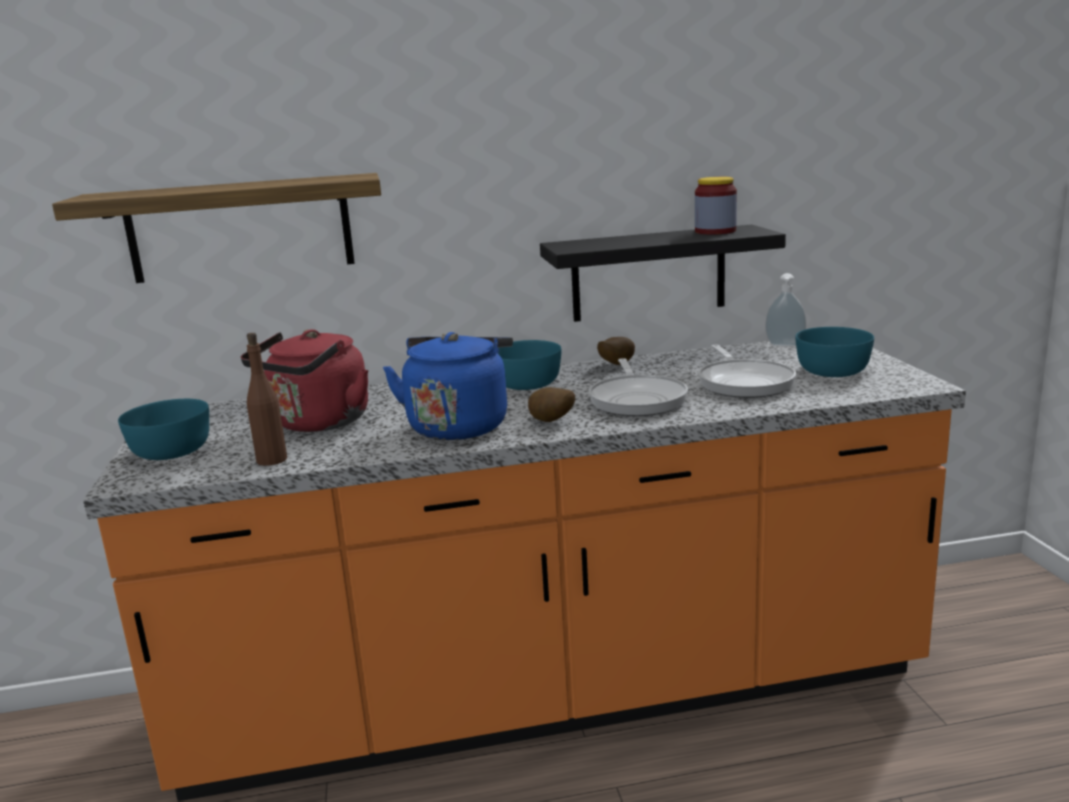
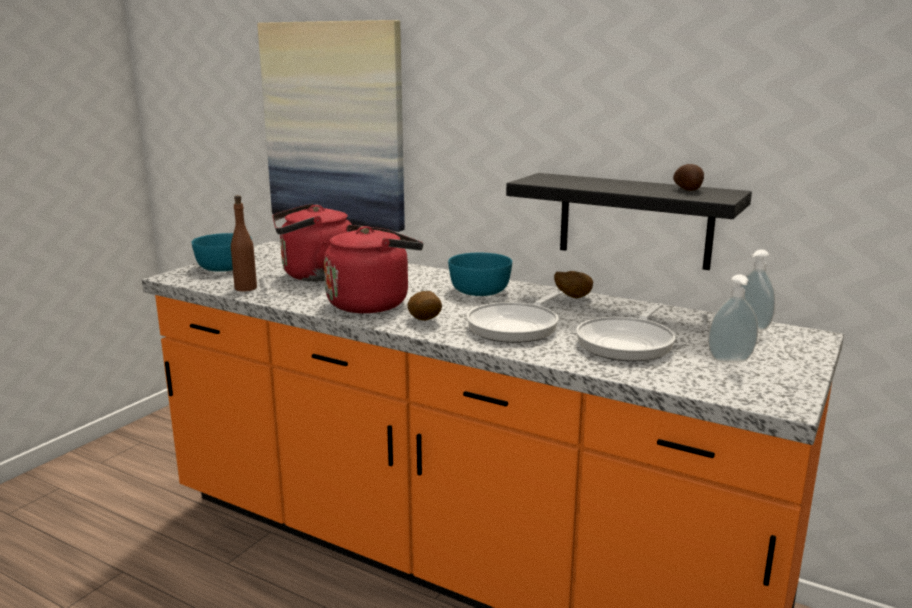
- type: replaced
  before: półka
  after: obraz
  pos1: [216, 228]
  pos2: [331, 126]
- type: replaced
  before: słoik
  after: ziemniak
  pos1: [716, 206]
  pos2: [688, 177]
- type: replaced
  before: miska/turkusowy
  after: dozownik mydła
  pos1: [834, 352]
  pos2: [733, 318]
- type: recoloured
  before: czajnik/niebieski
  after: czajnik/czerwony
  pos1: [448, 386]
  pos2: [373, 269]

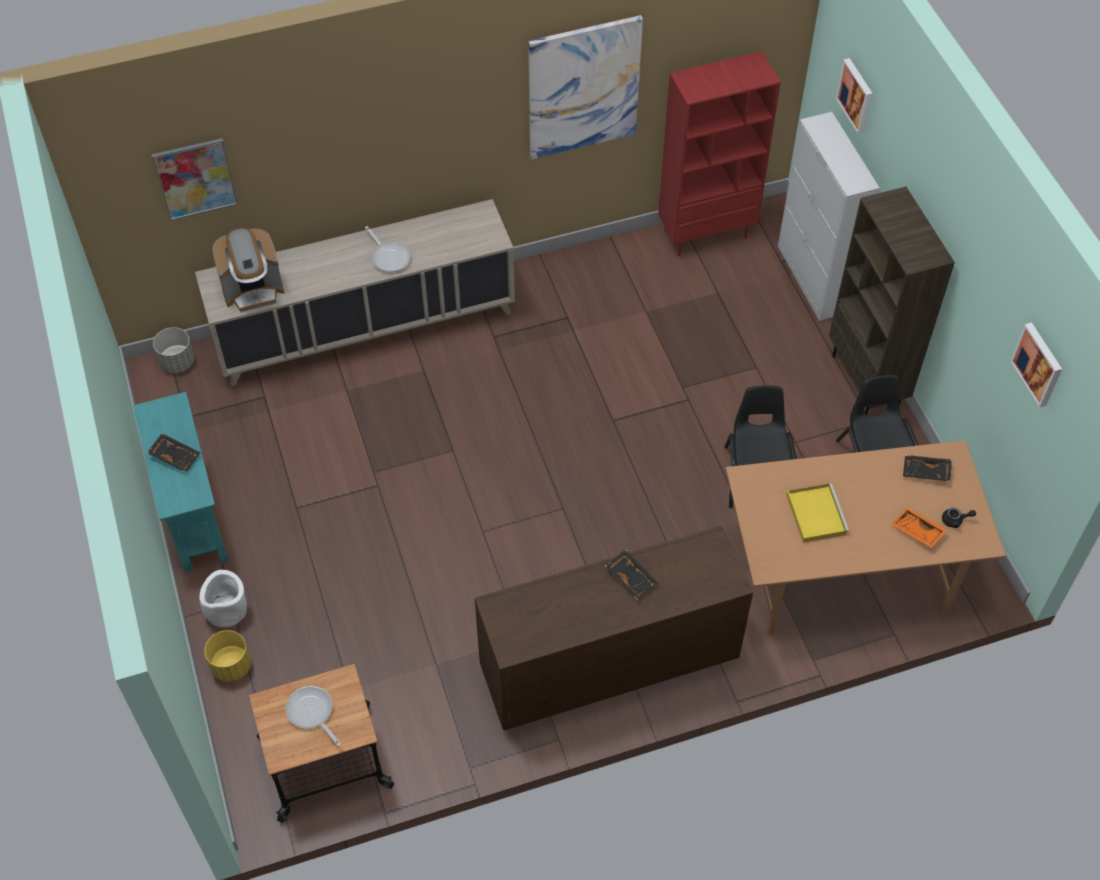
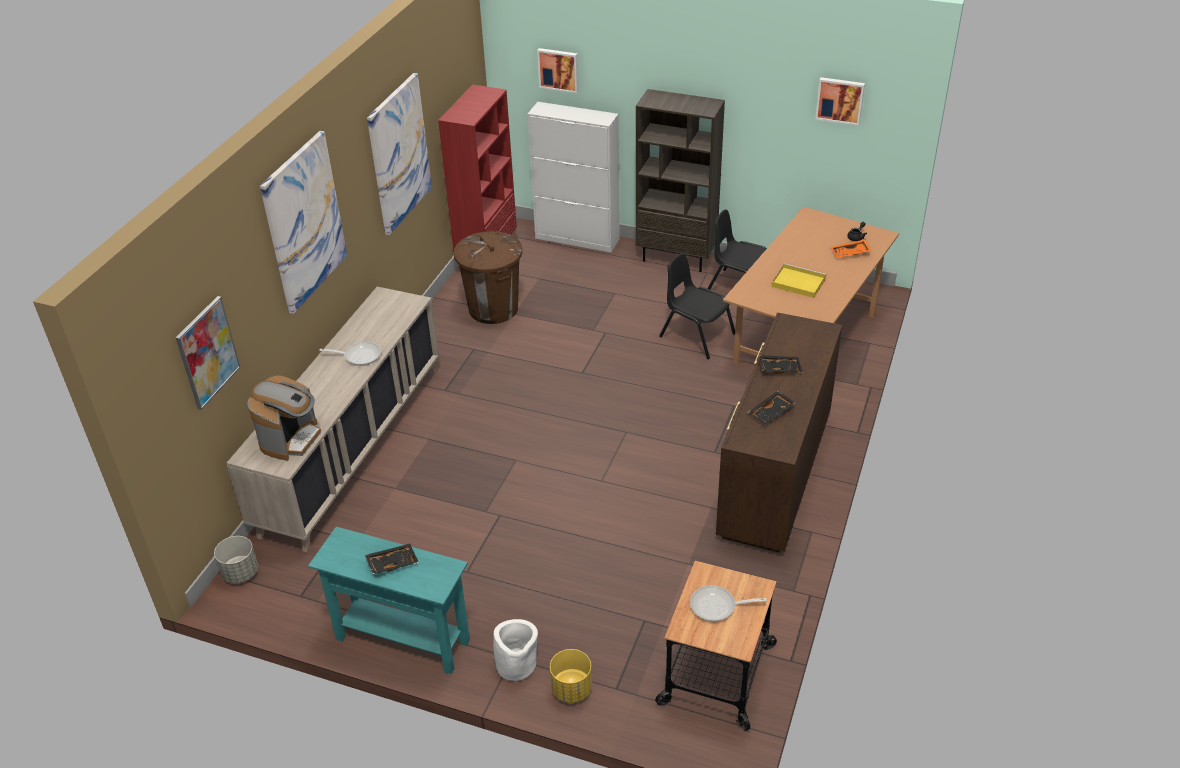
- type: moved
  before: taca/czarny
  pos1: [927, 468]
  pos2: [771, 408]
- type: added
  after: obraz
  pos2: [303, 222]
- type: added
  after: kosz na śmieci/brązowy
  pos2: [488, 277]

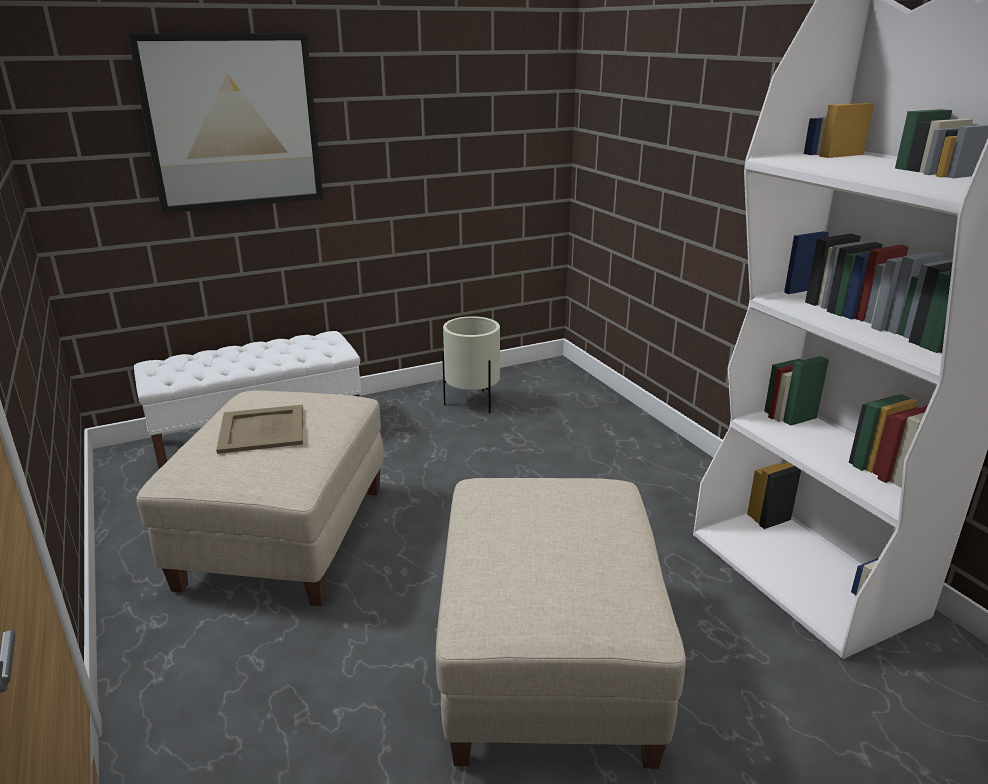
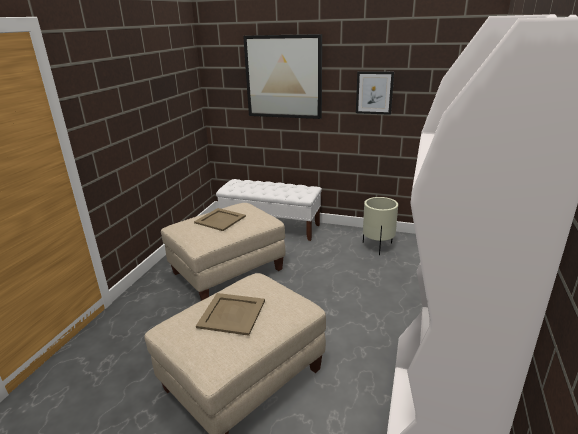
- type: added
  after: obraz
  pos2: [375, 93]
- type: added
  after: taca/beżowy
  pos2: [230, 314]

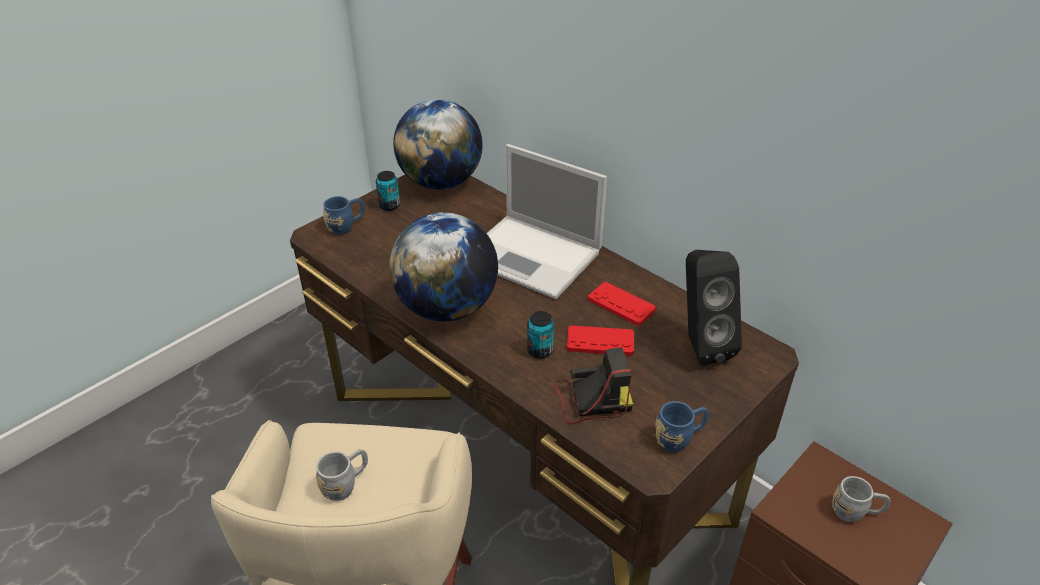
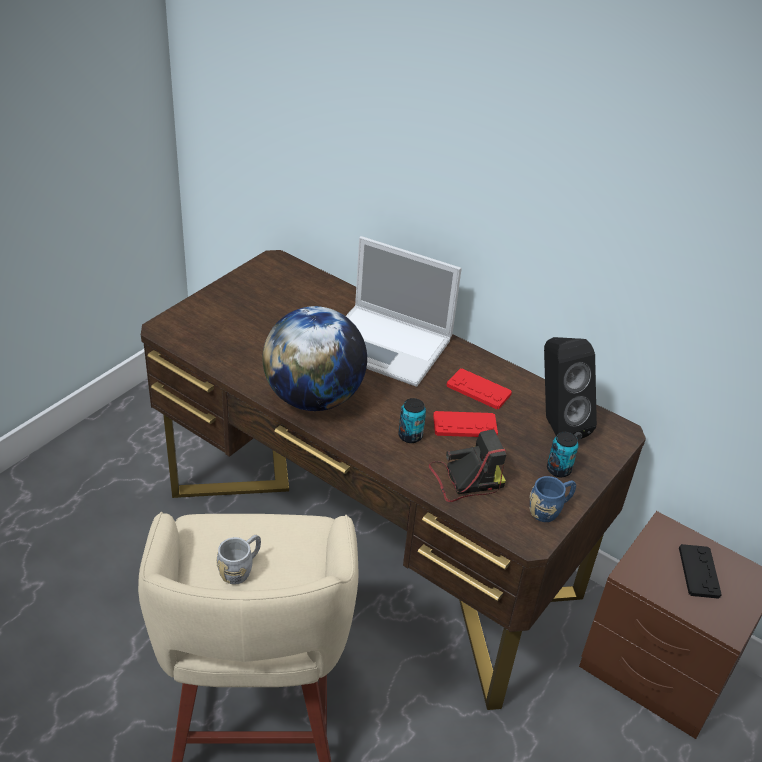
- type: removed
  before: globus
  pos1: [438, 144]
- type: moved
  before: puszka
  pos1: [388, 191]
  pos2: [563, 454]
- type: removed
  before: kubek/niebieski
  pos1: [344, 215]
- type: replaced
  before: kubek/szary
  after: pad do gier/czarny
  pos1: [861, 499]
  pos2: [700, 571]

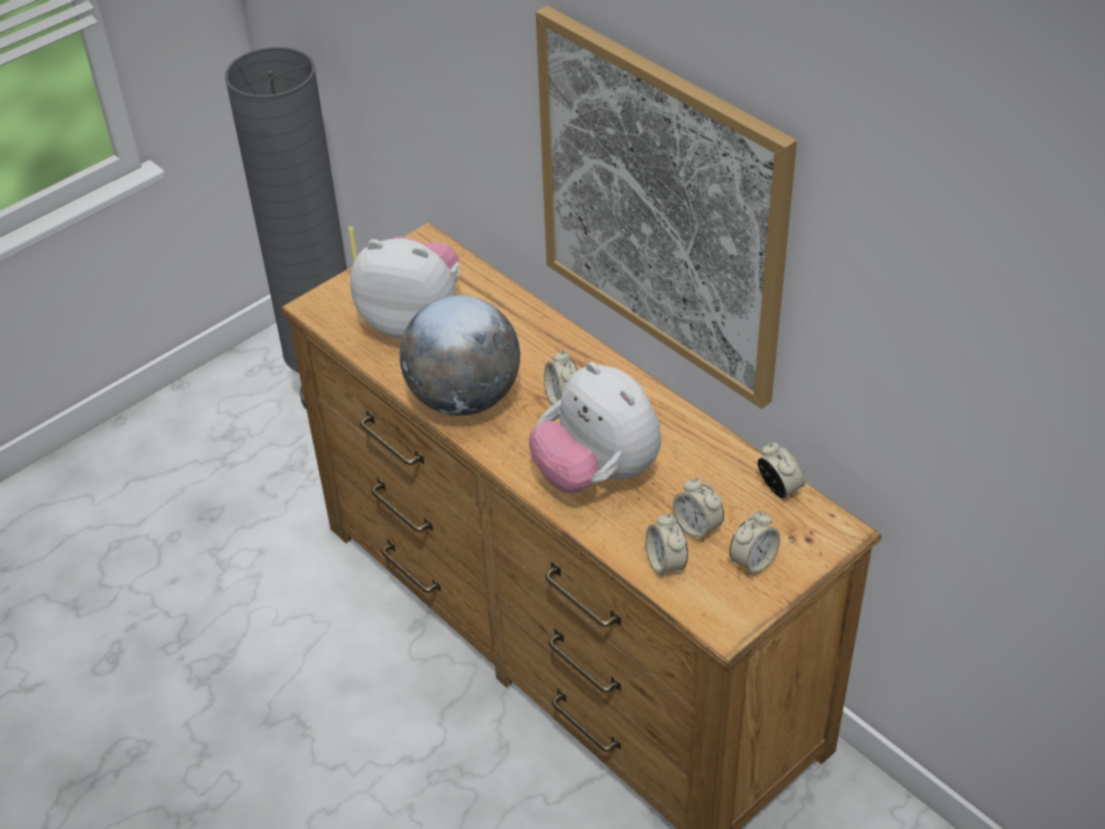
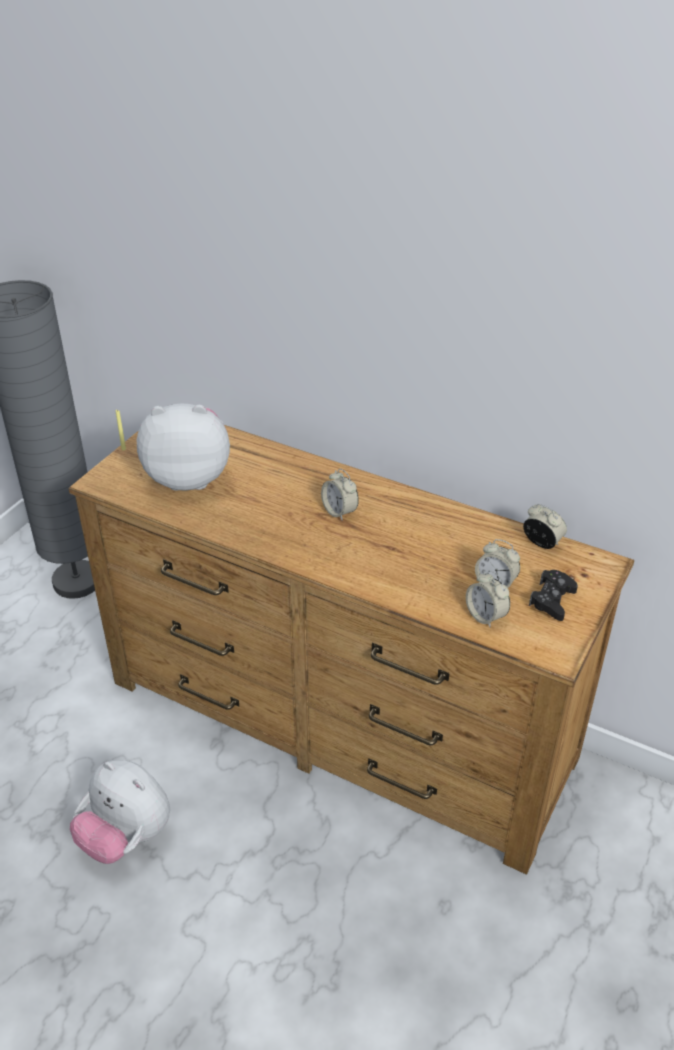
- type: removed
  before: obraz
  pos1: [666, 207]
- type: removed
  before: globus
  pos1: [460, 355]
- type: moved
  before: pluszak
  pos1: [595, 427]
  pos2: [120, 812]
- type: replaced
  before: budzik
  after: pad do gier/czarny
  pos1: [755, 544]
  pos2: [553, 595]

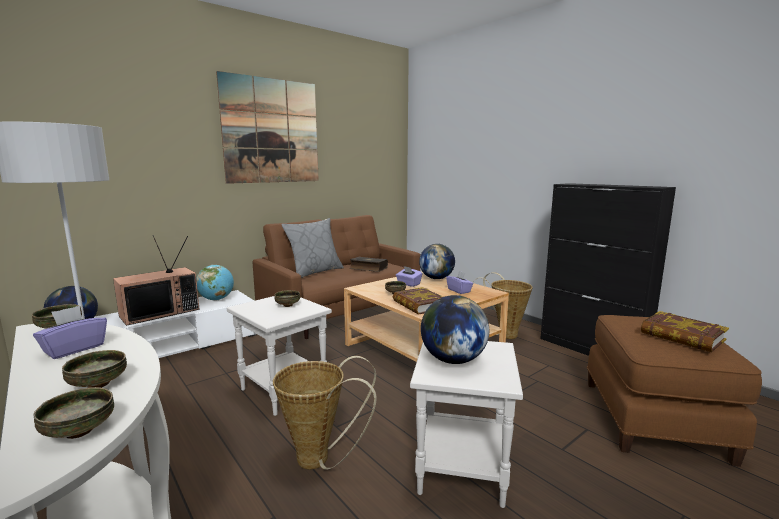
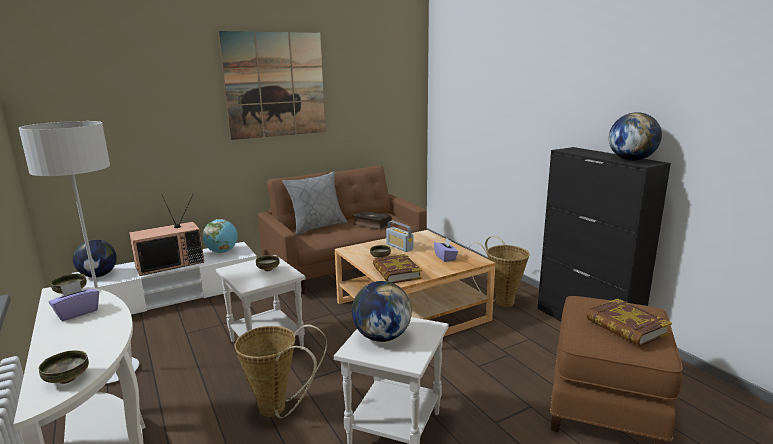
- type: moved
  before: globus
  pos1: [437, 261]
  pos2: [635, 136]
- type: replaced
  before: pudełko chusteczek/fioletowy
  after: radio
  pos1: [409, 276]
  pos2: [399, 236]
- type: removed
  before: miska
  pos1: [94, 369]

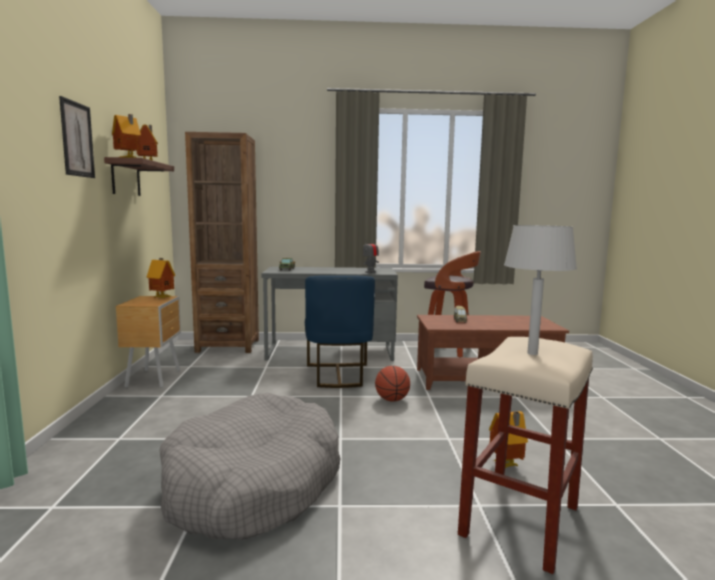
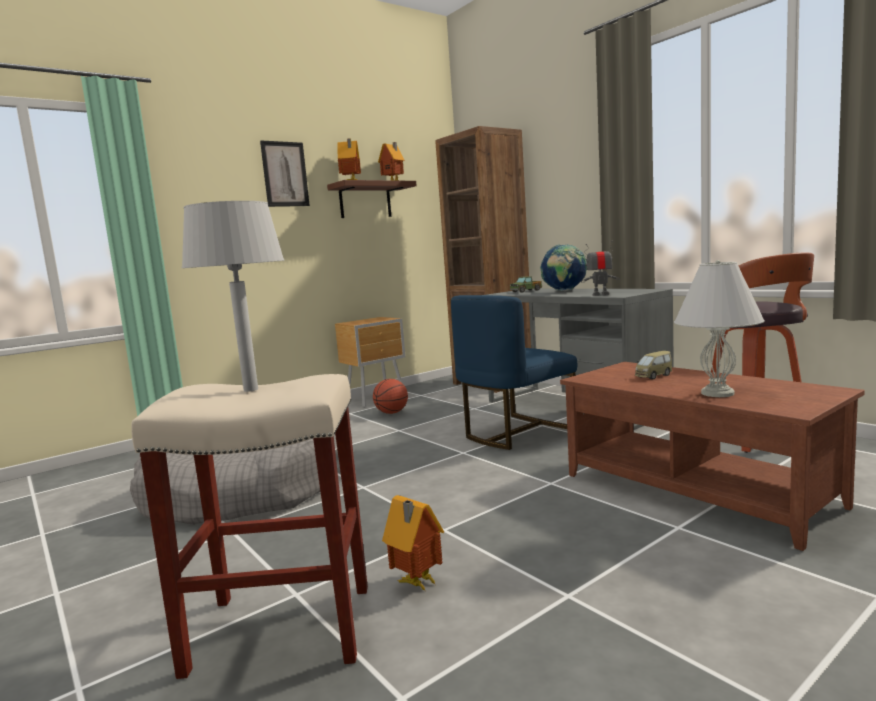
- type: removed
  before: domek
  pos1: [161, 278]
- type: moved
  before: piłka do koszykówki
  pos1: [392, 384]
  pos2: [390, 396]
- type: added
  after: globus
  pos2: [563, 267]
- type: added
  after: lampa stołowa/biały
  pos2: [719, 328]

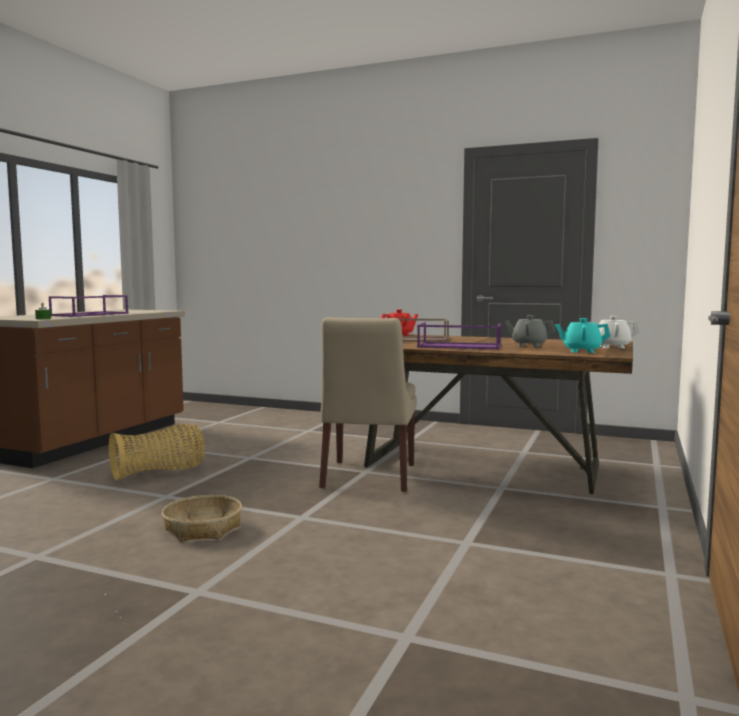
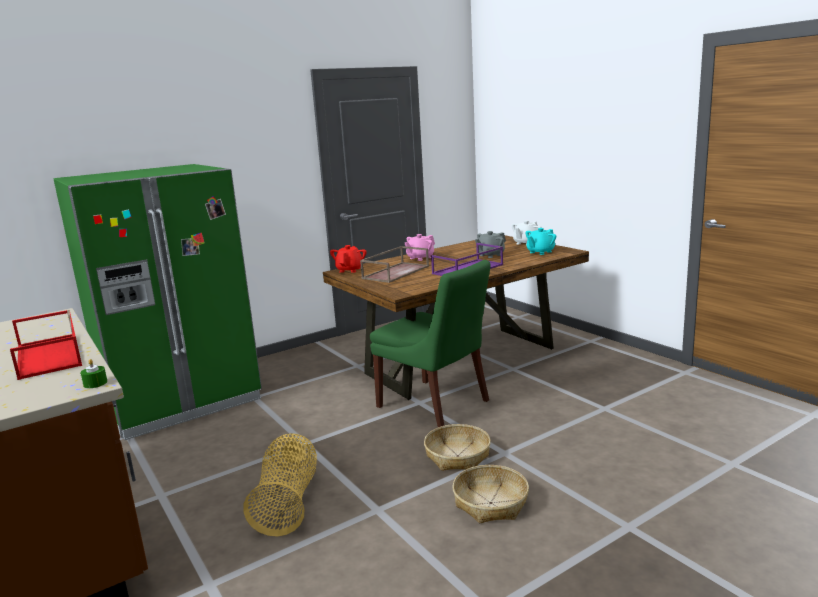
- type: recoloured
  before: taca/fioletowy
  after: taca/czerwony
  pos1: [89, 306]
  pos2: [46, 345]
- type: recoloured
  before: krzesło/beżowy
  after: krzesło/zielony
  pos1: [368, 404]
  pos2: [430, 343]
- type: added
  after: lodówka/zielony
  pos2: [158, 302]
- type: added
  after: imbryk/różowy
  pos2: [420, 247]
- type: added
  after: koszyk
  pos2: [457, 447]

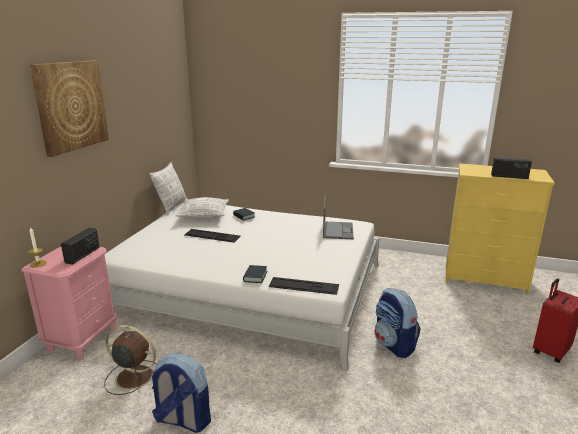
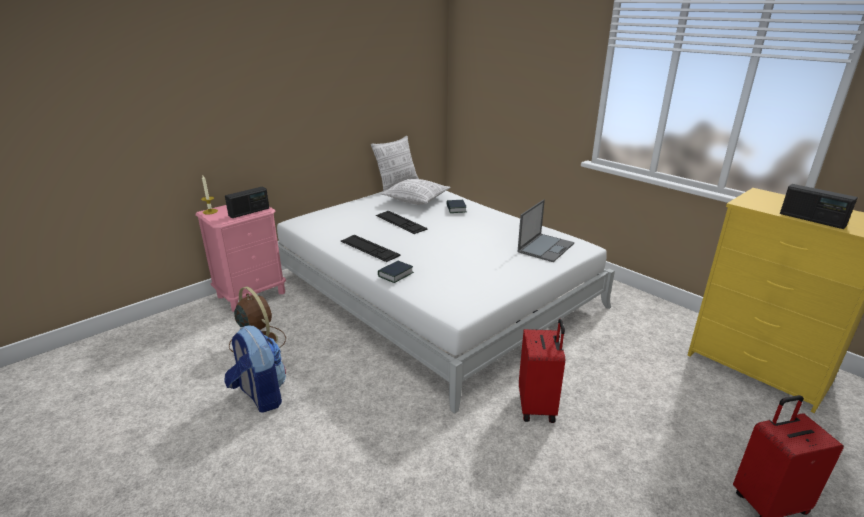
- type: removed
  before: obraz
  pos1: [69, 108]
- type: moved
  before: klawiatura
  pos1: [304, 286]
  pos2: [371, 248]
- type: replaced
  before: plecak
  after: walizka/czerwony
  pos1: [398, 323]
  pos2: [542, 371]

